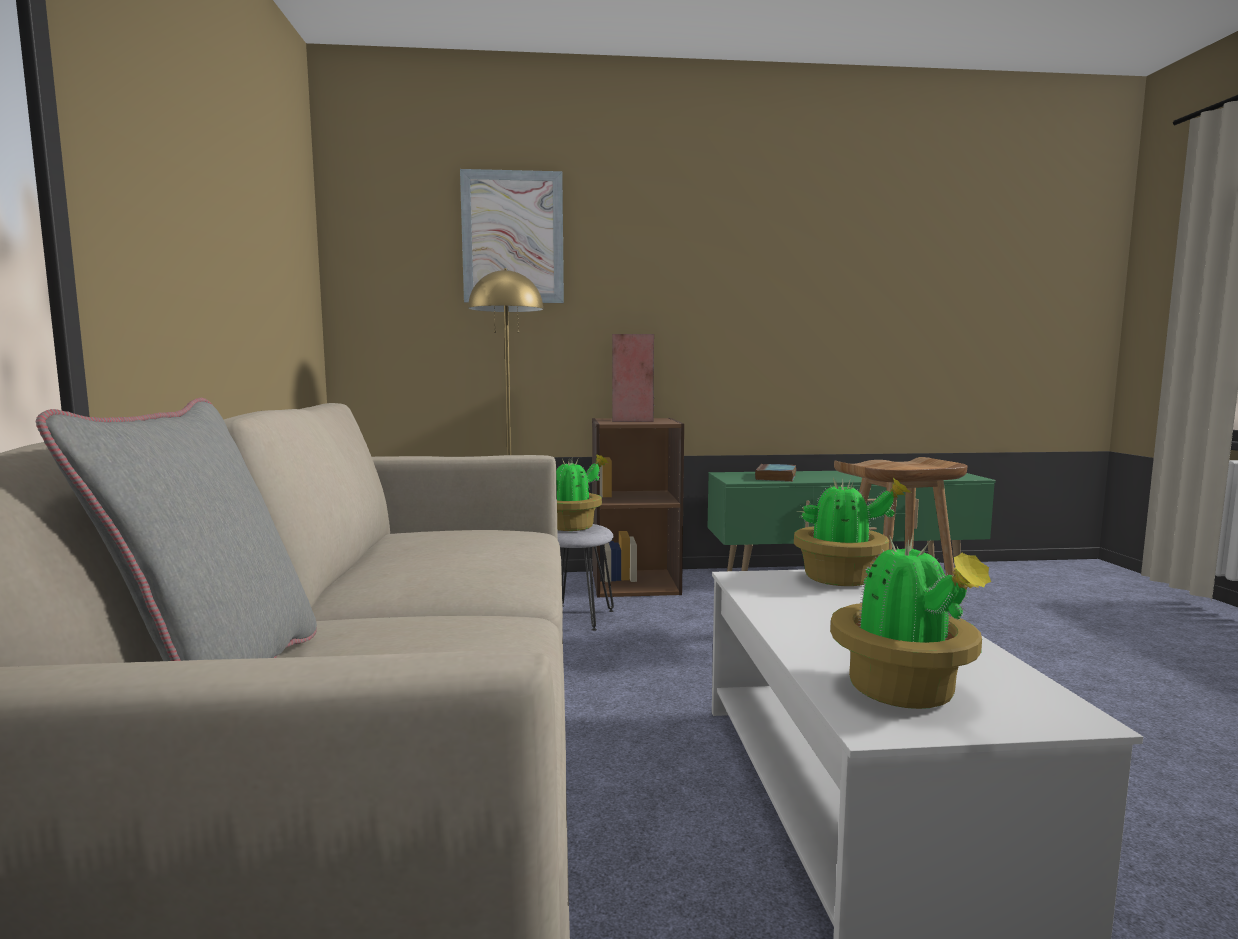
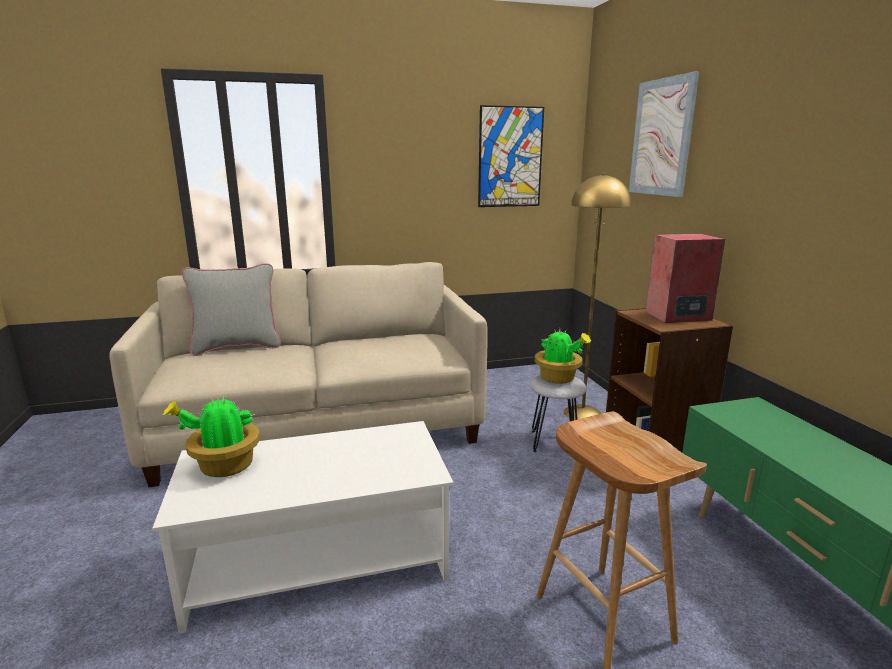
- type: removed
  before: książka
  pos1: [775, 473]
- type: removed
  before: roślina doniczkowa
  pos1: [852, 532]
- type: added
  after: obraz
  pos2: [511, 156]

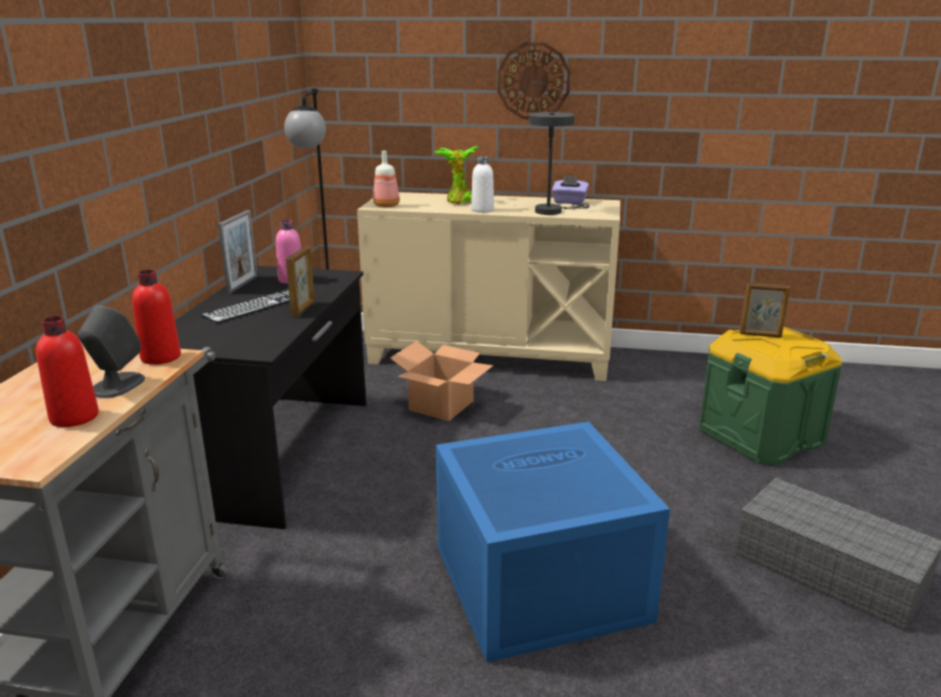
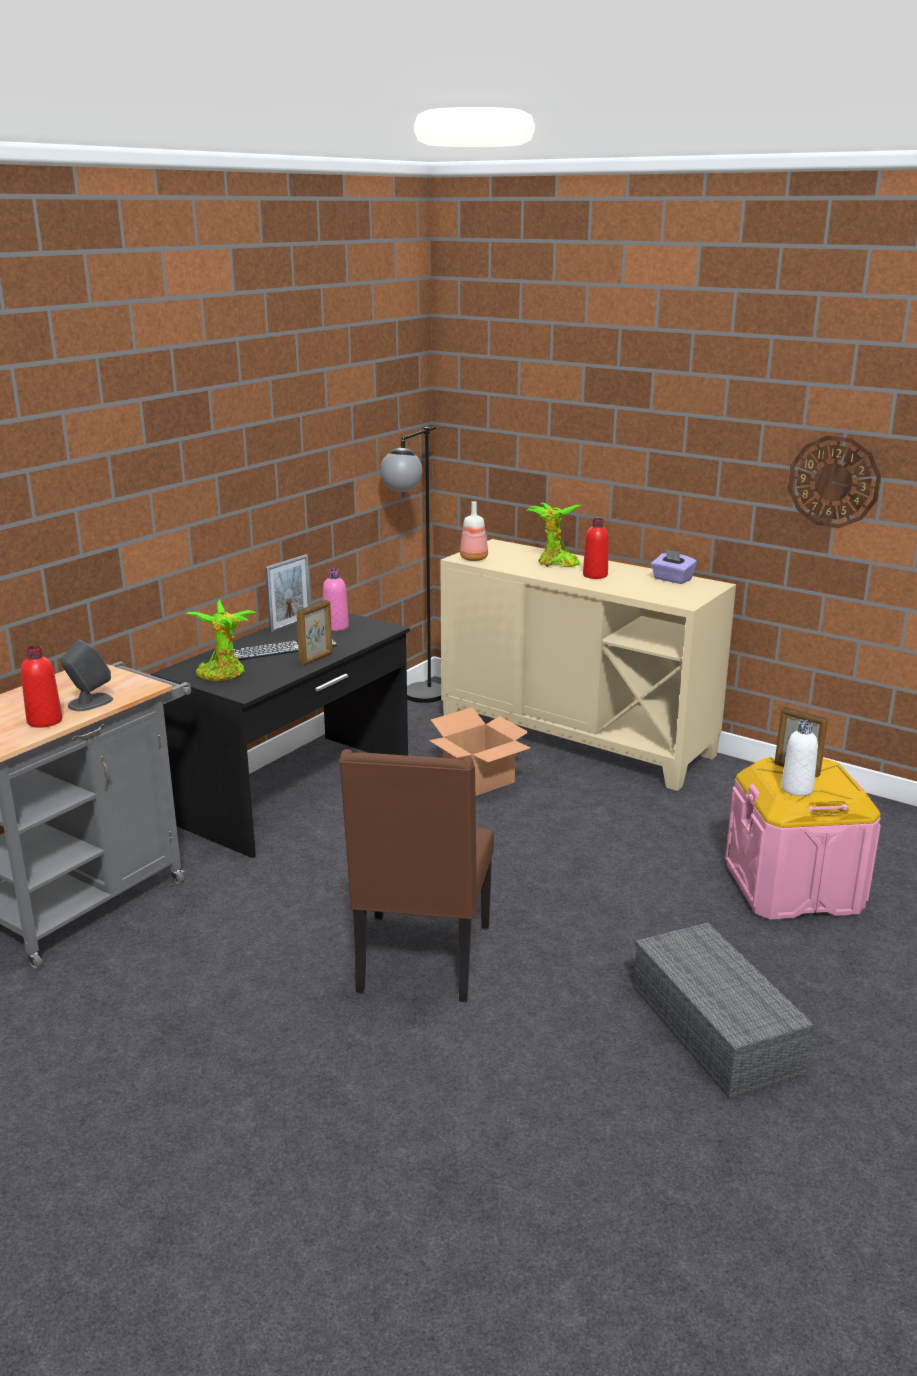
- type: moved
  before: zegar ścienny
  pos1: [534, 80]
  pos2: [834, 481]
- type: removed
  before: lampa stołowa/szary
  pos1: [559, 163]
- type: moved
  before: butelka/biały
  pos1: [482, 184]
  pos2: [799, 758]
- type: moved
  before: butelka/czerwony
  pos1: [156, 317]
  pos2: [596, 548]
- type: recoloured
  before: pojemnik do przechowywania/zielony
  after: pojemnik do przechowywania/różowy
  pos1: [771, 396]
  pos2: [803, 838]
- type: replaced
  before: pojemnik do przechowywania/niebieski
  after: krzesło/brązowy
  pos1: [553, 542]
  pos2: [416, 875]
- type: added
  after: roślina doniczkowa
  pos2: [220, 640]

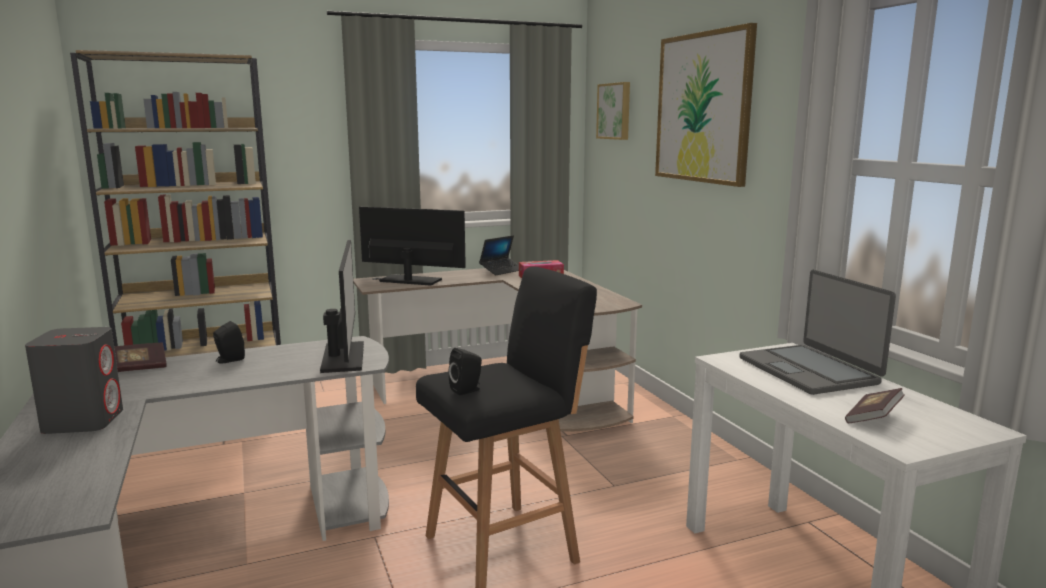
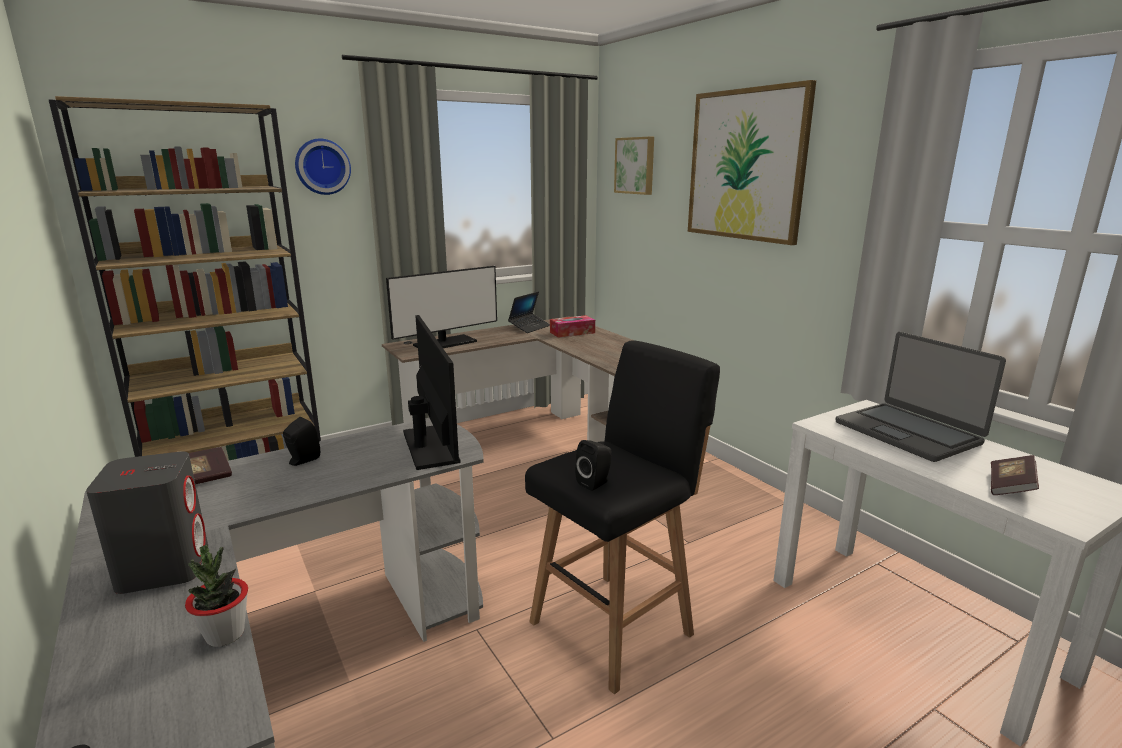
- type: turned
  before: monitor
  pos1: [412, 246]
  pos2: [441, 307]
  turn: 135
- type: added
  after: zegar ścienny
  pos2: [323, 167]
- type: added
  after: roślina doniczkowa
  pos2: [216, 596]

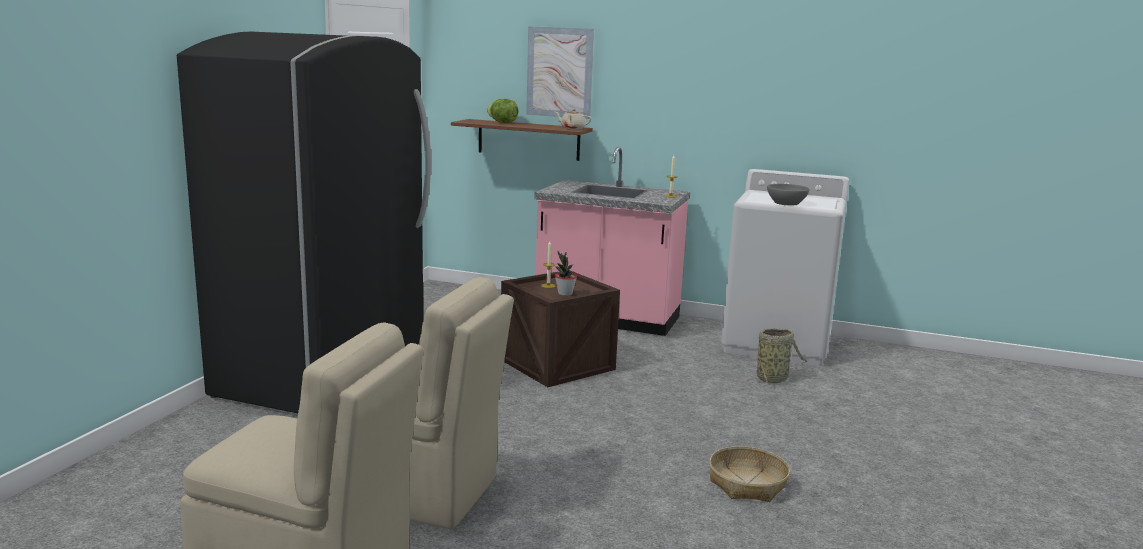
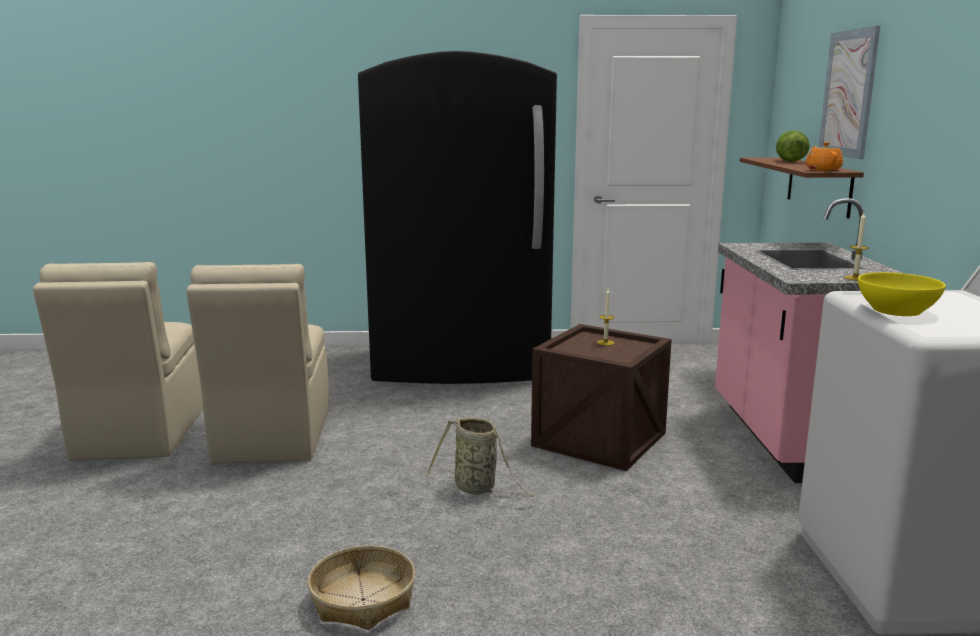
- type: recoloured
  before: imbryk/beżowy
  after: imbryk/pomarańczowy
  pos1: [573, 119]
  pos2: [824, 156]
- type: recoloured
  before: miska/szary
  after: miska/żółty
  pos1: [788, 195]
  pos2: [902, 294]
- type: removed
  before: roślina doniczkowa
  pos1: [566, 273]
- type: moved
  before: koszyk
  pos1: [777, 355]
  pos2: [480, 457]

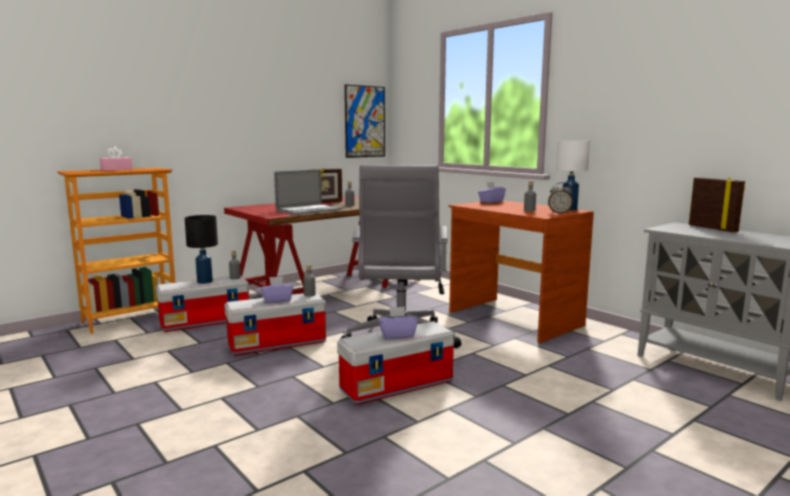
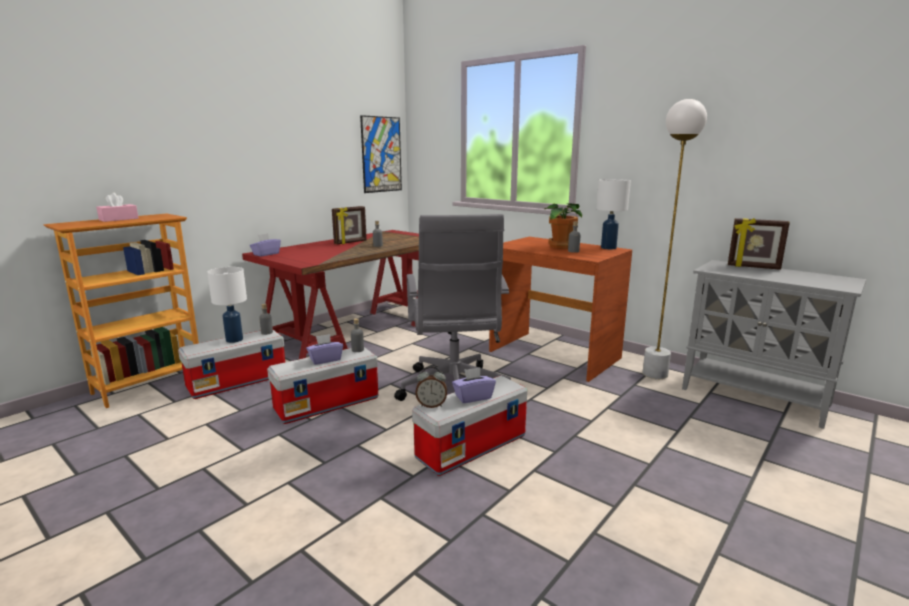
- type: removed
  before: laptop
  pos1: [308, 192]
- type: turned
  before: ramka na zdjęcie
  pos1: [717, 204]
  pos2: [759, 244]
  turn: 150
- type: moved
  before: pudełko chusteczek/fioletowy
  pos1: [492, 192]
  pos2: [265, 244]
- type: moved
  before: budzik
  pos1: [560, 198]
  pos2: [431, 387]
- type: recoloured
  before: lampa stołowa/czarny
  after: lampa stołowa/biały
  pos1: [201, 249]
  pos2: [227, 305]
- type: added
  after: lampa stojąca/biały
  pos2: [675, 239]
- type: added
  after: roślina doniczkowa
  pos2: [563, 226]

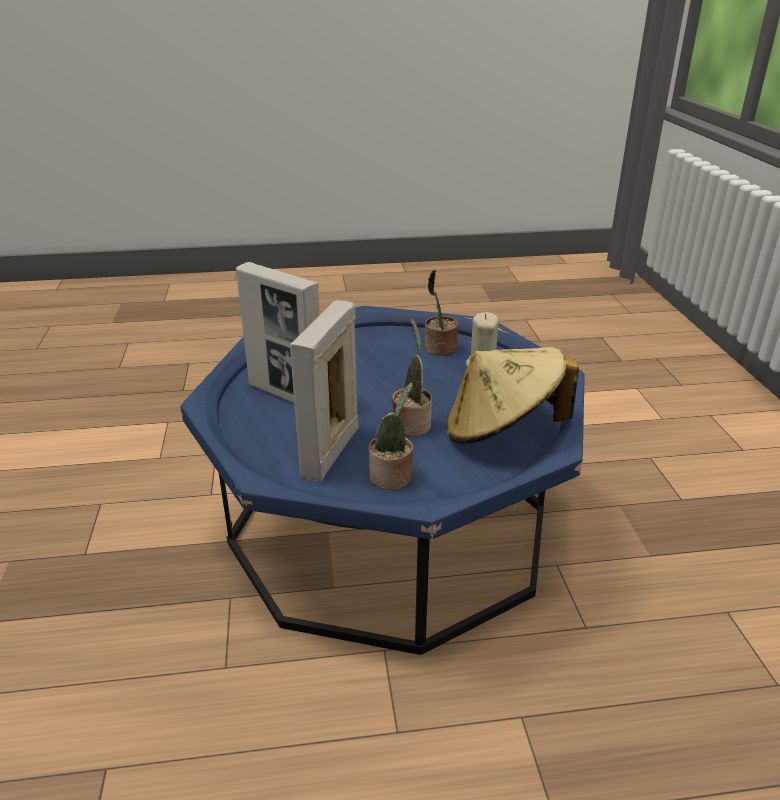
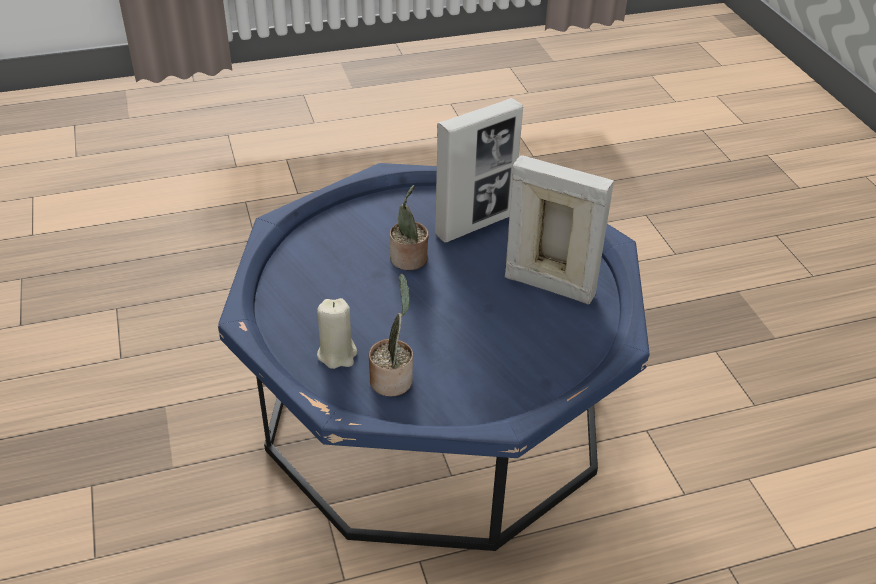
- type: turned
  before: ramka na zdjęcie
  pos1: [324, 391]
  pos2: [479, 170]
  turn: 45
- type: removed
  before: kapelusz/beżowy
  pos1: [512, 395]
- type: removed
  before: roślina doniczkowa
  pos1: [391, 436]

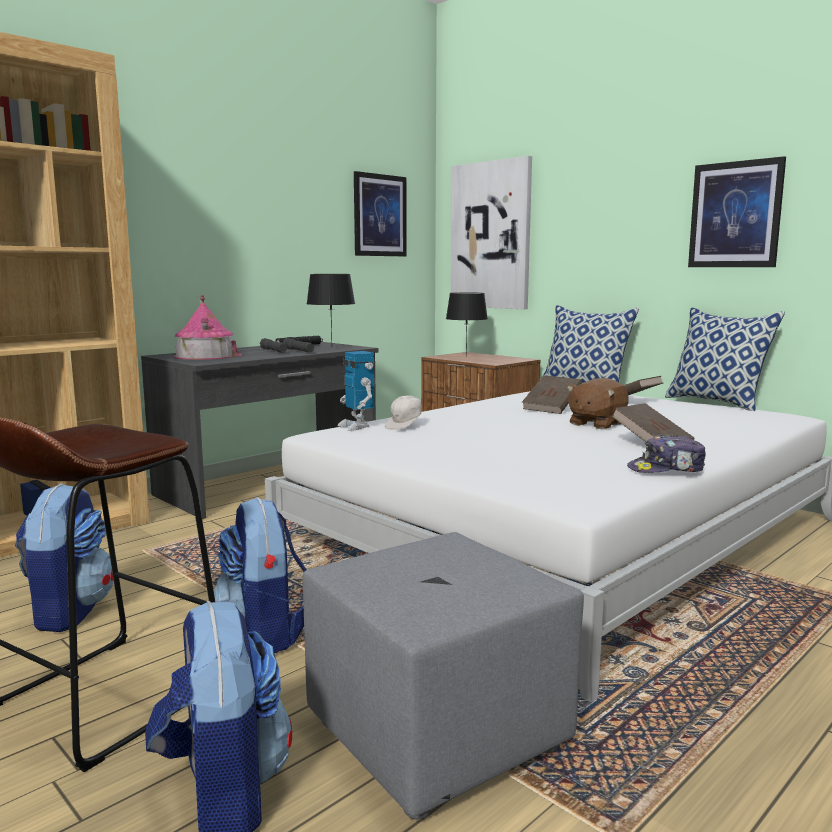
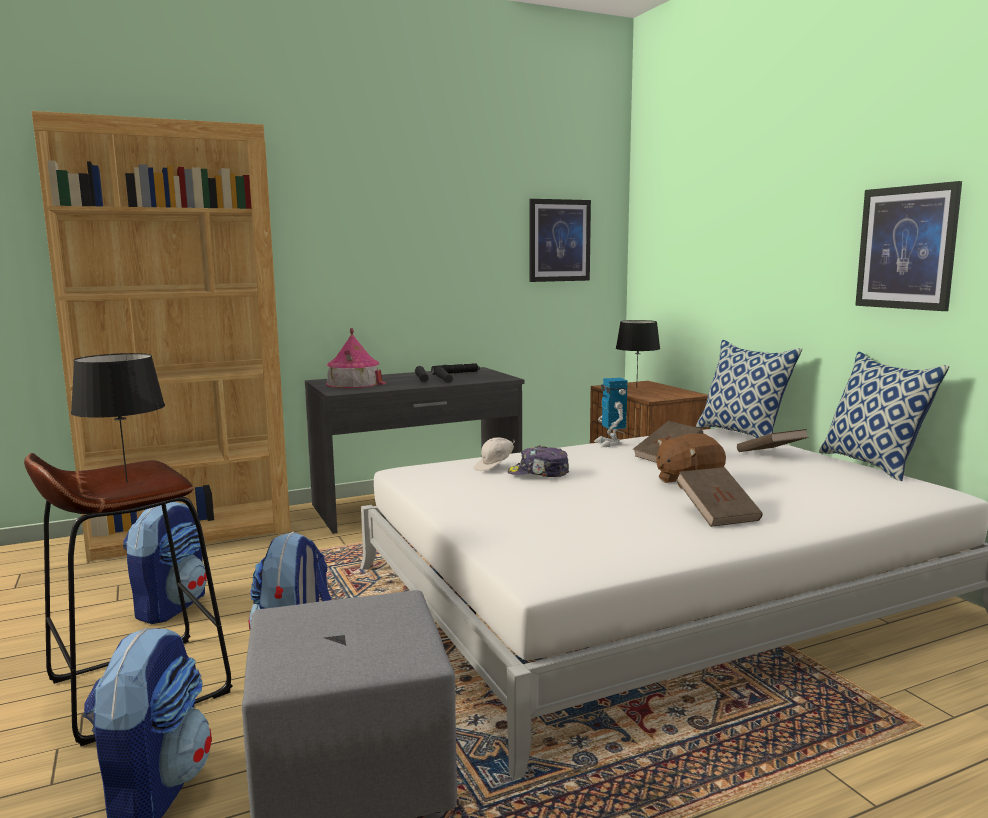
- type: removed
  before: obraz
  pos1: [491, 232]
- type: moved
  before: lampa stołowa/czarny
  pos1: [331, 309]
  pos2: [118, 418]
- type: moved
  before: robot zabawkowy
  pos1: [355, 391]
  pos2: [611, 412]
- type: moved
  before: czapka z daszkiem
  pos1: [666, 453]
  pos2: [538, 461]

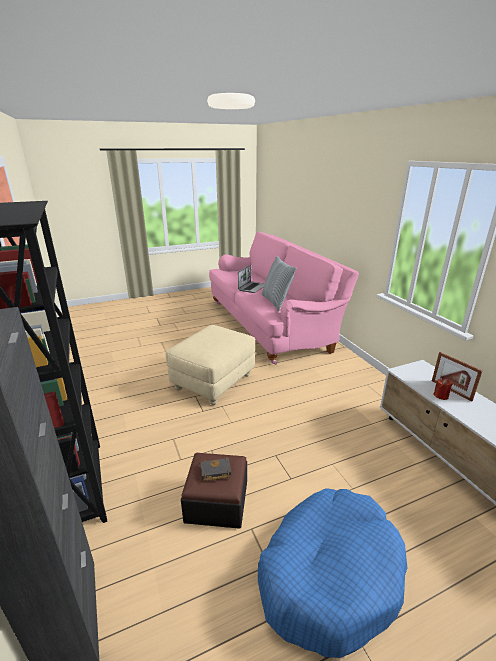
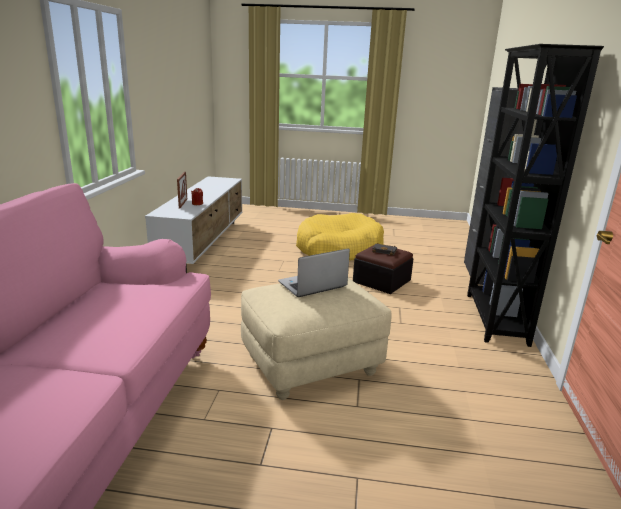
- type: removed
  before: poduszka
  pos1: [279, 283]
- type: moved
  before: laptop
  pos1: [251, 279]
  pos2: [314, 273]
- type: recoloured
  before: legowisko/niebieski
  after: legowisko/żółty
  pos1: [332, 573]
  pos2: [340, 237]

